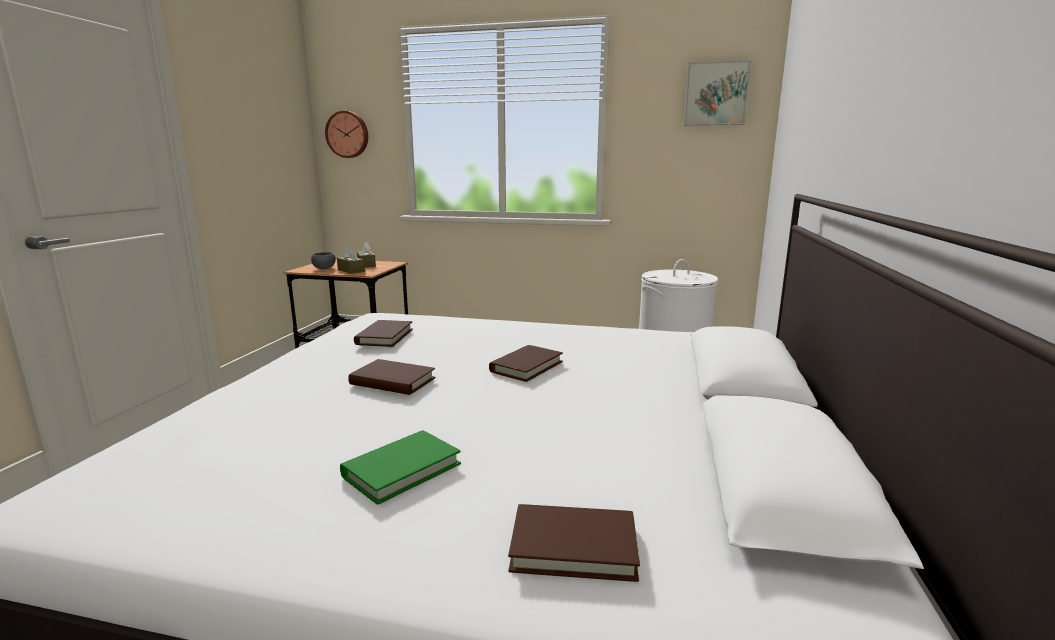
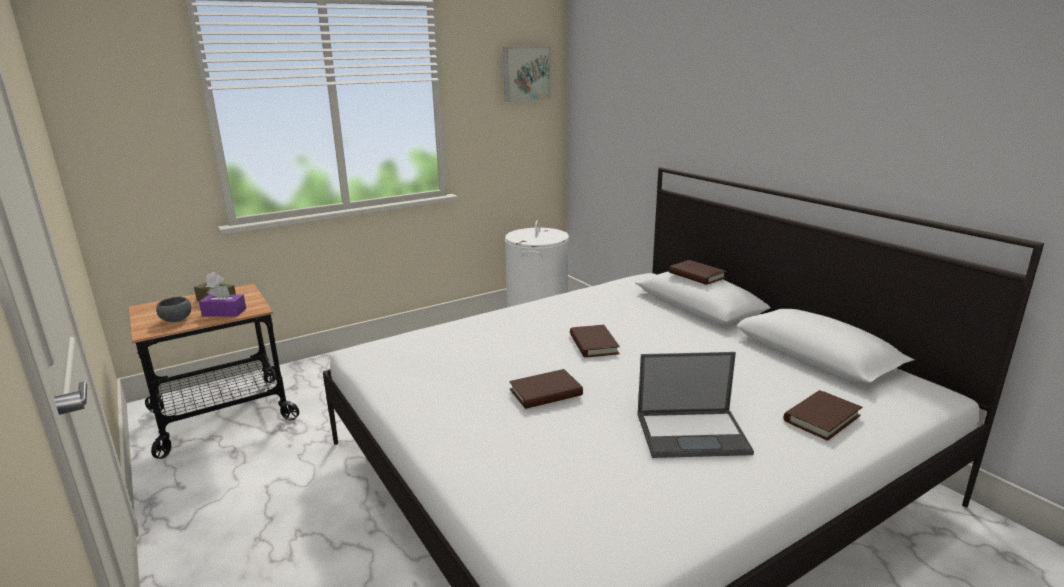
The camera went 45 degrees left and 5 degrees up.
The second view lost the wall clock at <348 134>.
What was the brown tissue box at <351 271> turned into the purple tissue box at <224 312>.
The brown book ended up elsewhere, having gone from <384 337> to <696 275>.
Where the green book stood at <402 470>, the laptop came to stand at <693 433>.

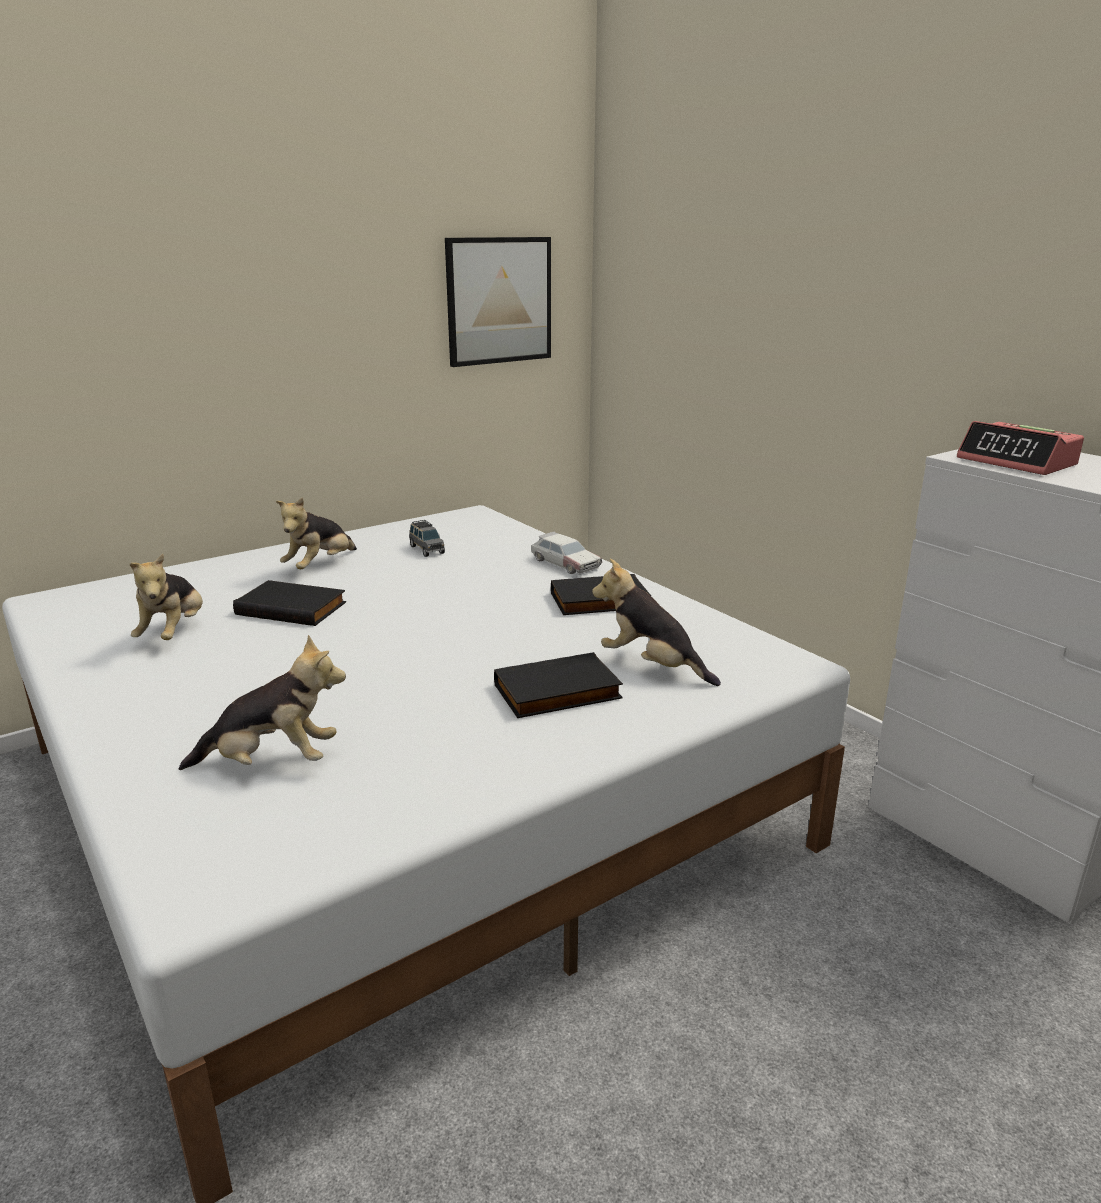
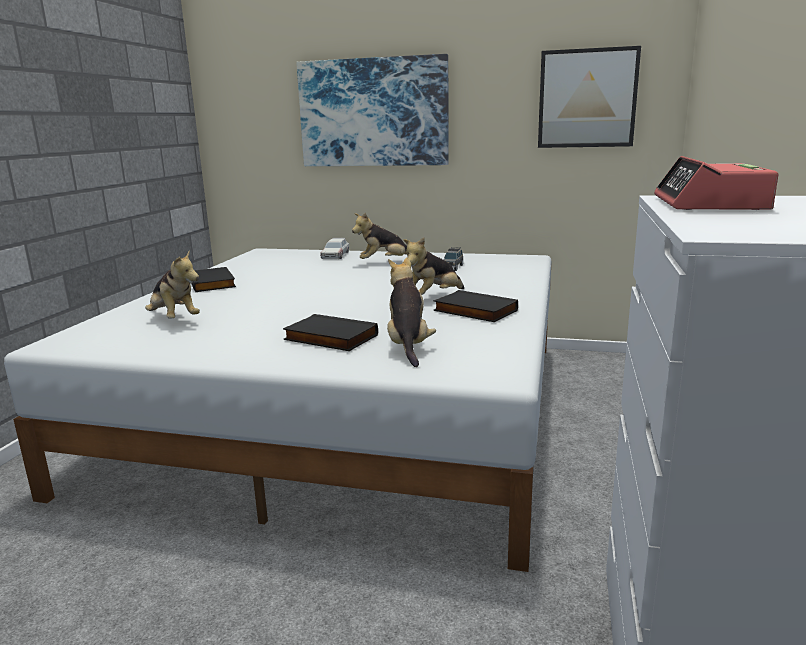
The camera went 50 degrees right and 5 degrees down.
The toy car ended up elsewhere, having gone from <564 563> to <335 255>.
The plush toy ended up elsewhere, having gone from <174 633> to <433 297>.
The black book ended up elsewhere, having gone from <293 608> to <213 283>.
The second view gained the picture at <373 113>.

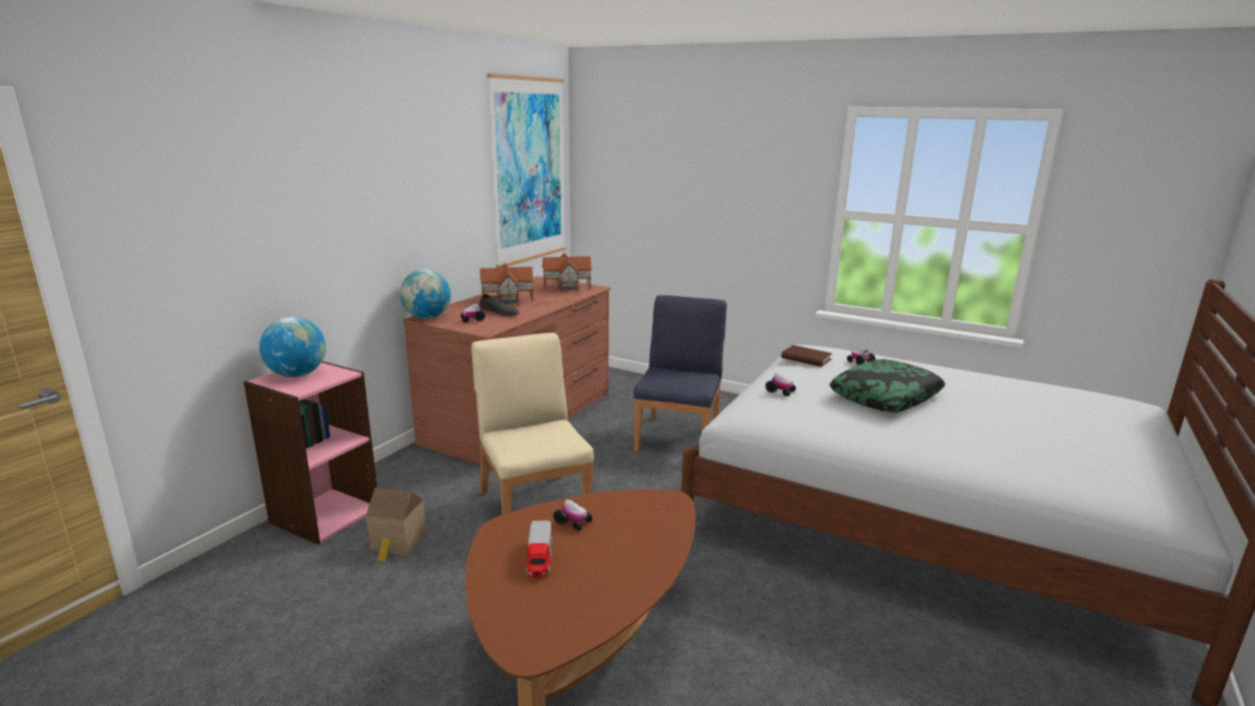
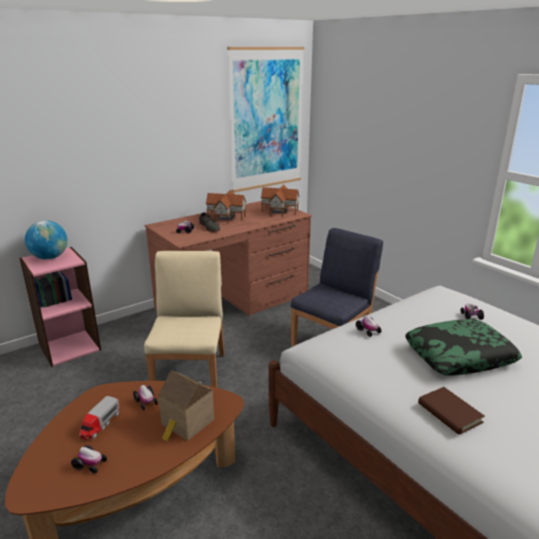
The camera went 25 degrees right and 5 degrees up.
The second view lost the globe at <427 317>.
The brown book ended up elsewhere, having gone from <806 359> to <449 413>.
The toy house ended up elsewhere, having gone from <398 543> to <186 423>.
The second view gained the toy car at <90 464>.

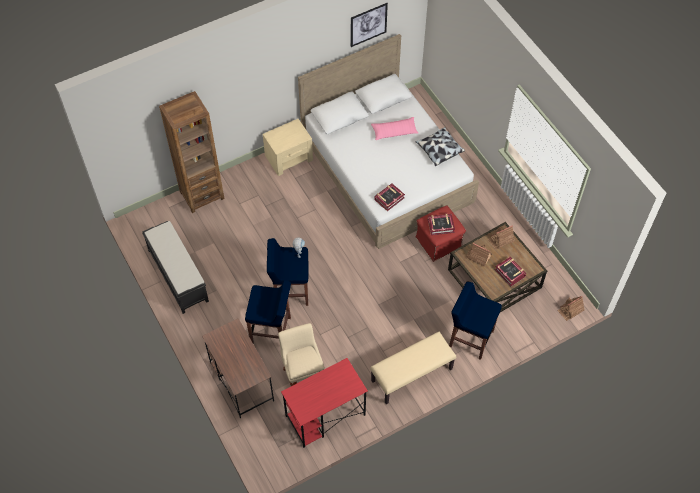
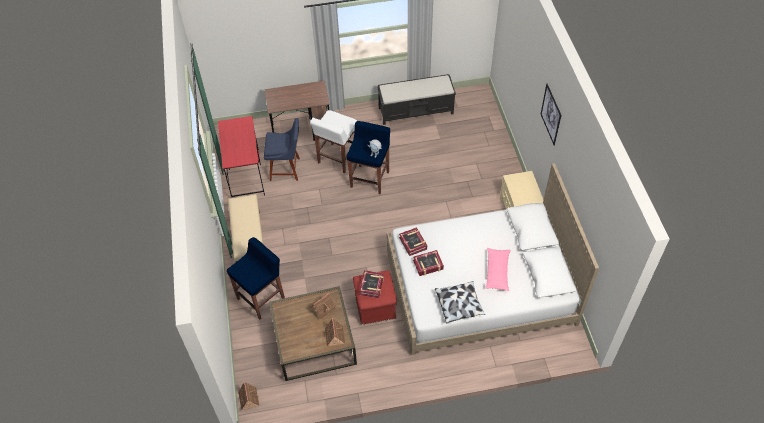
The camera went 110 degrees right and 5 degrees down.
The picture ended up elsewhere, having gone from <368 24> to <551 114>.
The second view lost the brown bookcase at <202 195>.
The book ended up elsewhere, having gone from <510 273> to <428 265>.
What was the blue stool at <272 330> turned into the white stool at <337 158>.
What was the beige chair at <303 376> turned into the blue chair at <287 169>.

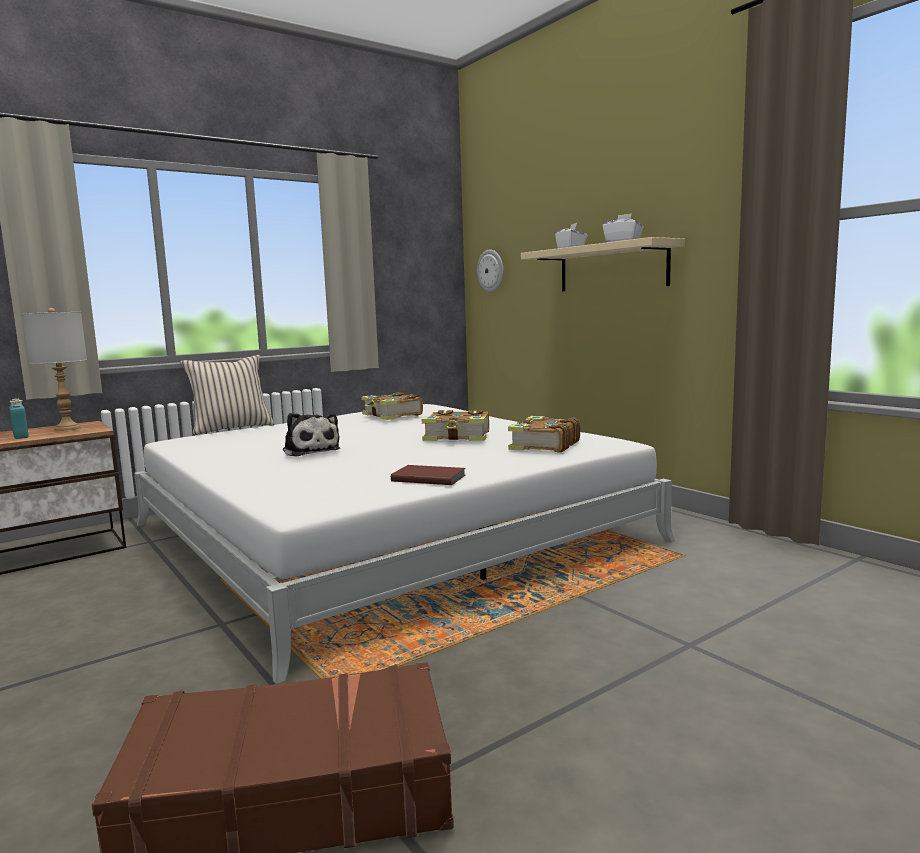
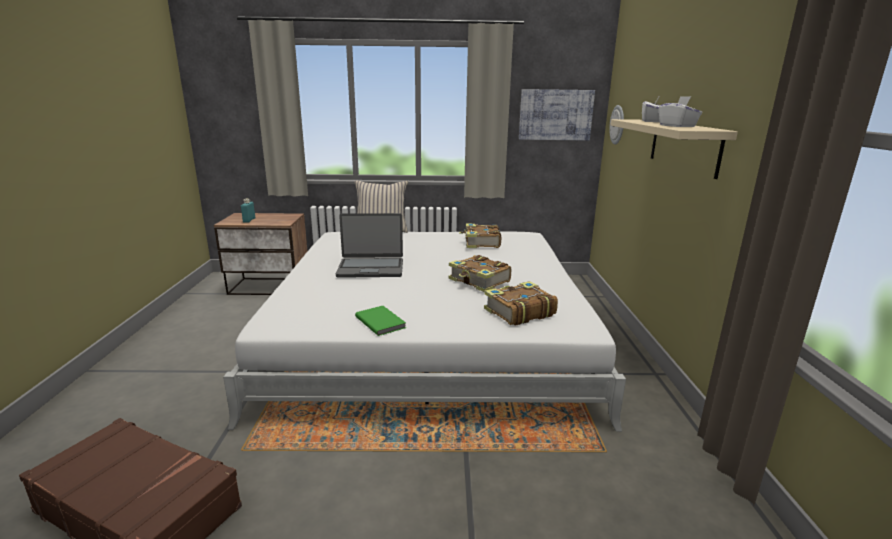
The camera went 35 degrees right and 10 degrees up.
The second view lost the grey table lamp at <67 428>.
Where the plush toy stood at <310 451>, the laptop came to stand at <371 268>.
What was the brown book at <428 478> turned into the green book at <381 322>.
The second view gained the picture at <555 115>.

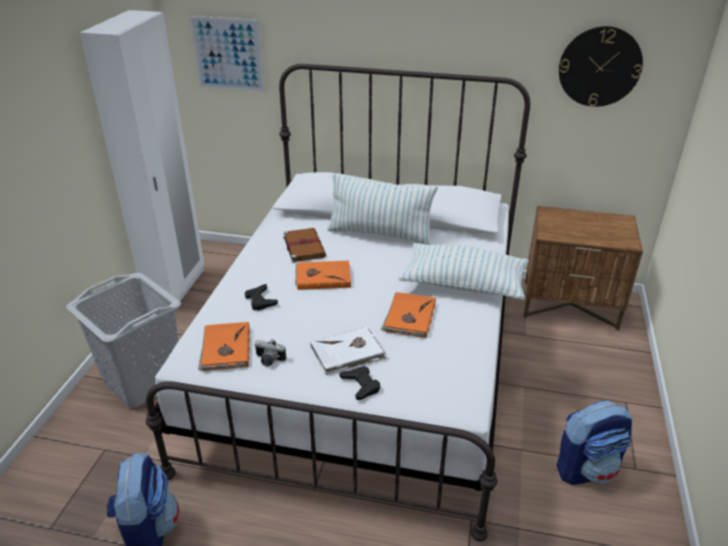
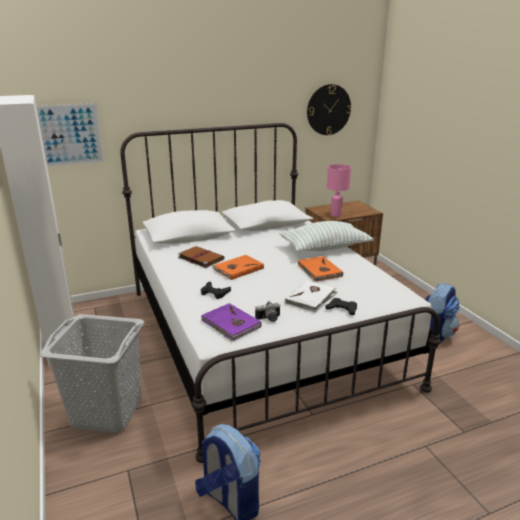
The camera went 35 degrees left and 10 degrees down.
The second view lost the pillow at <380 234>.
What was the orange book at <225 349> turned into the purple book at <230 324>.
The second view gained the pink table lamp at <335 215>.

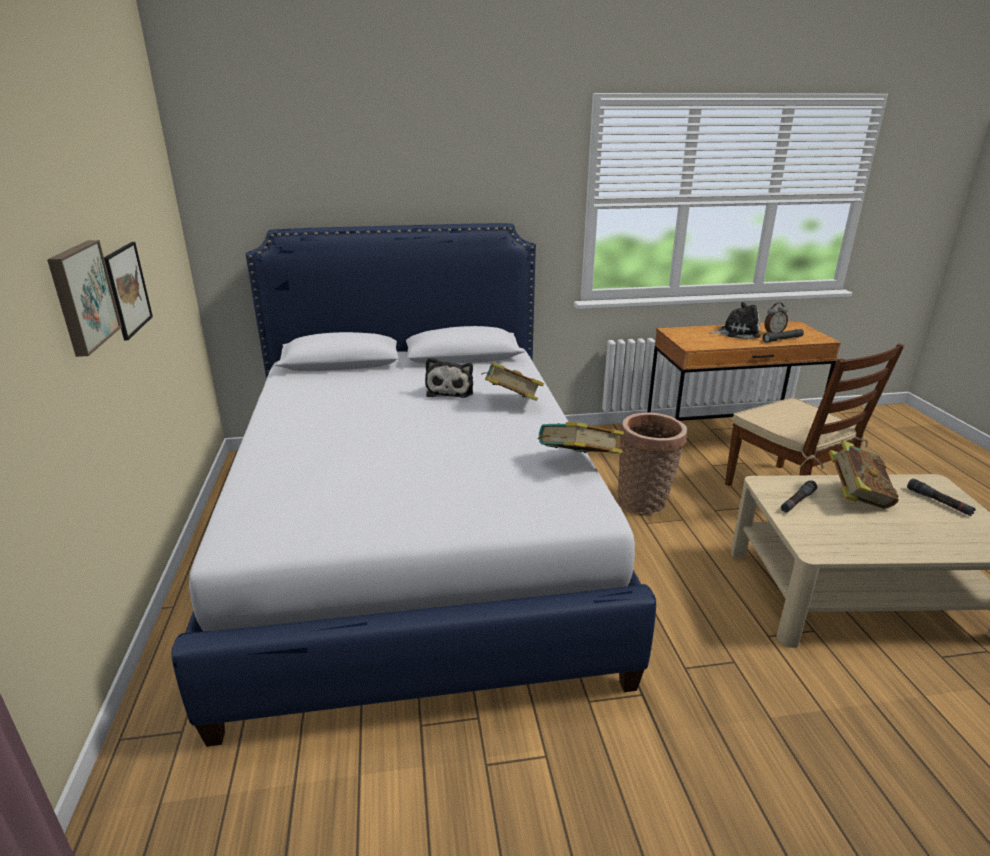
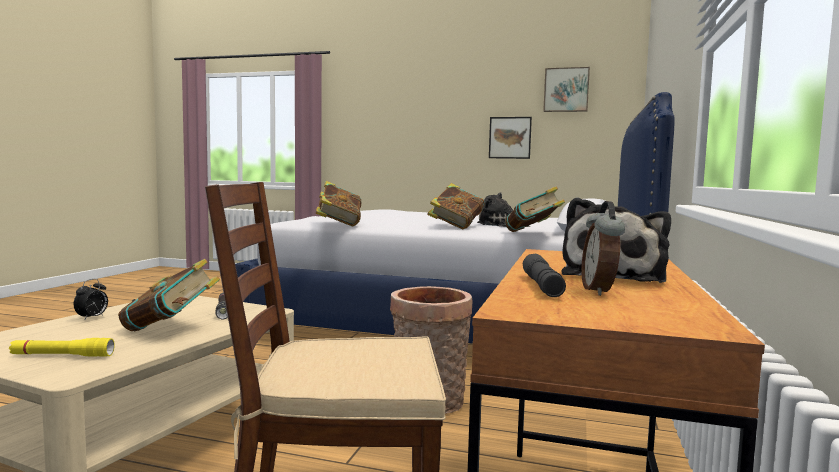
The camera went 115 degrees right and 20 degrees down.
The picture ended up elsewhere, having gone from <81 296> to <566 90>.
What was the black flashlight at <938 502> turned into the yellow flashlight at <62 356>.
The second view gained the book at <533 233>.
The second view gained the alarm clock at <92 318>.

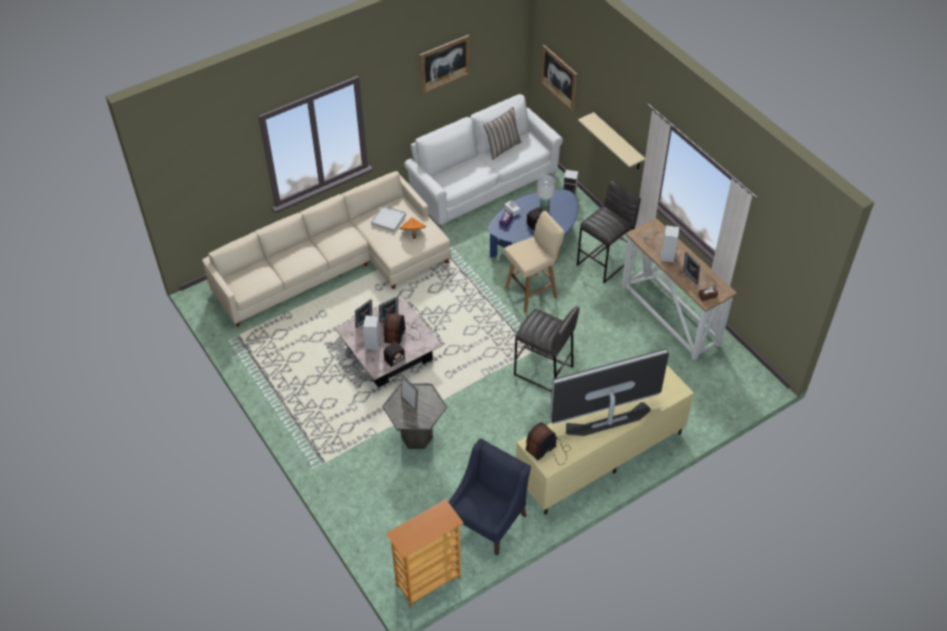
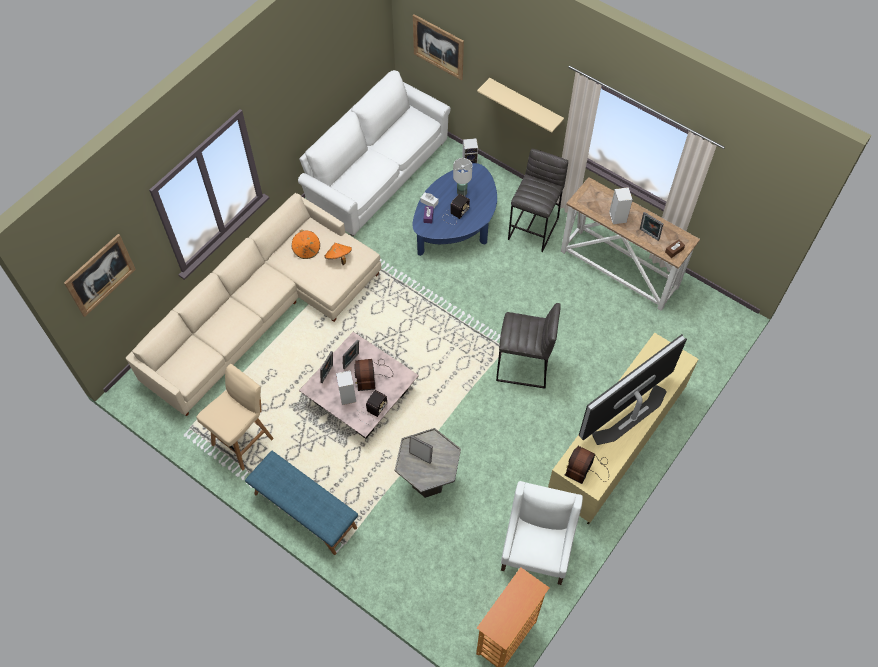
The camera went 20 degrees left and 10 degrees up.
The picture ended up elsewhere, having gone from <444 64> to <100 275>.
The second view lost the pillow at <502 147>.
Where the white tray stood at <388 220>, the orange hat came to stand at <307 249>.
The beige stool ended up elsewhere, having gone from <532 292> to <244 440>.
What was the blue armchair at <488 520> turned into the white armchair at <536 549>.
The second view gained the blue bench at <304 511>.

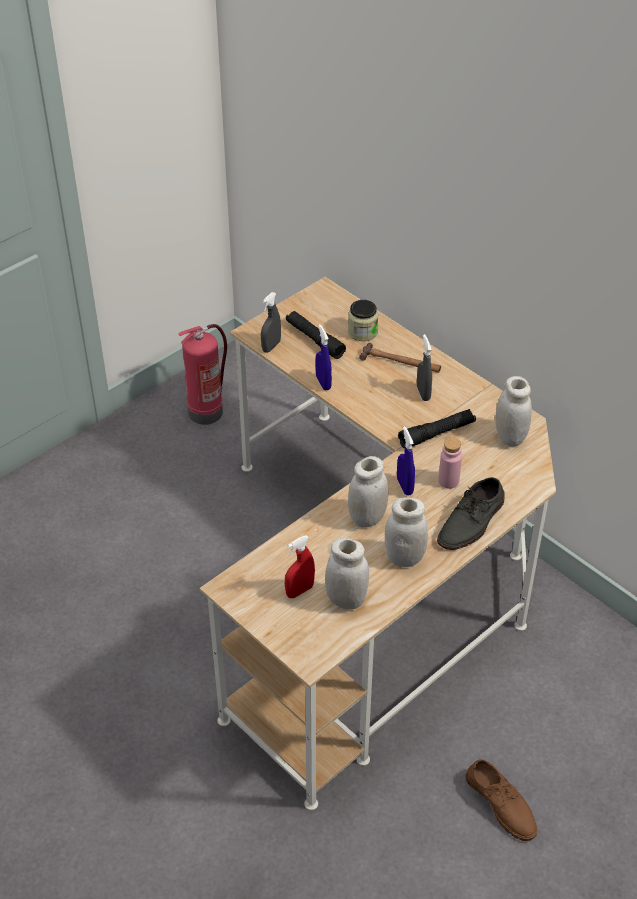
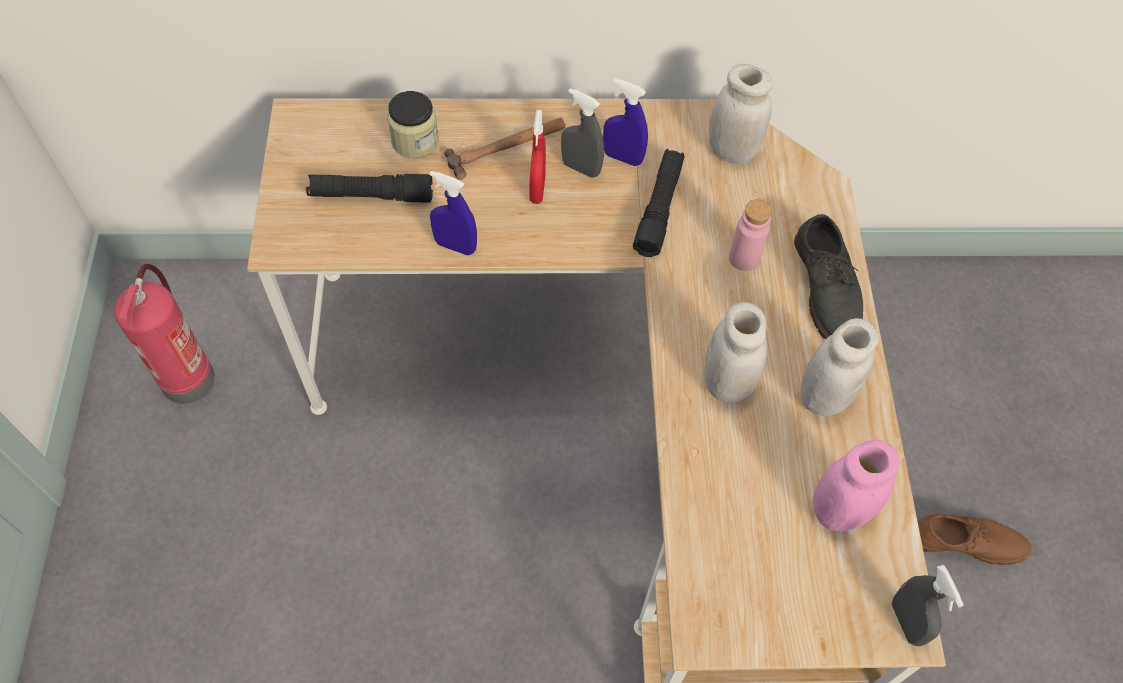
The camera went 50 degrees left and 15 degrees up.
The grey spray bottle ended up elsewhere, having gone from <271 346> to <906 622>.
The blue spray bottle ended up elsewhere, having gone from <404 486> to <622 157>.
The red spray bottle ended up elsewhere, having gone from <299 591> to <537 189>.
What was the white jar at <346 599> turned into the pink jar at <839 511>.

